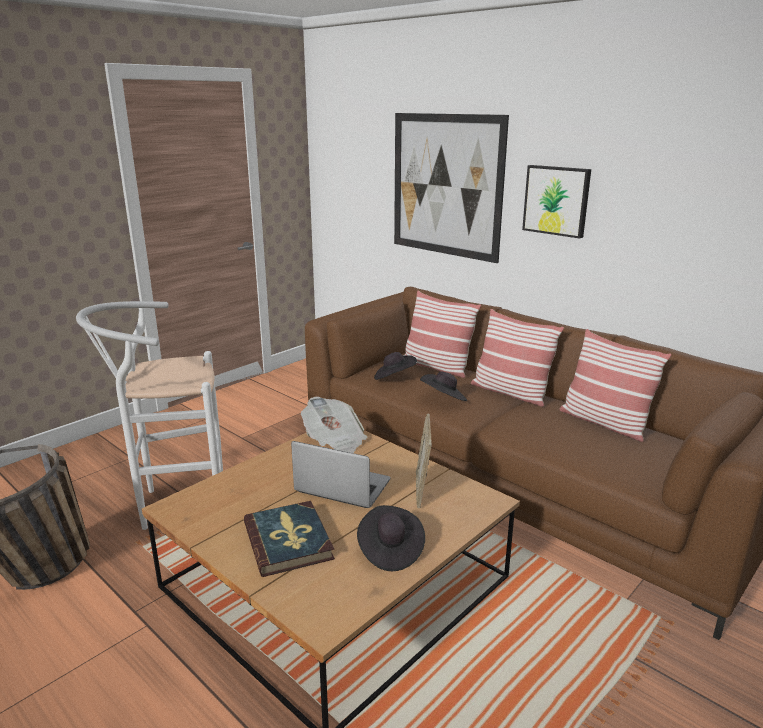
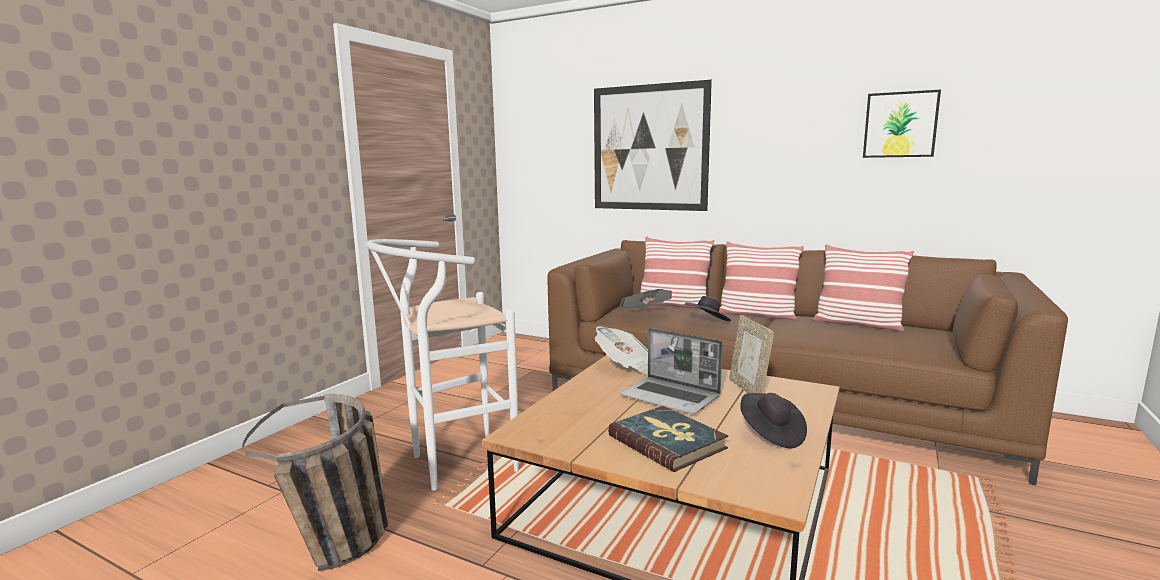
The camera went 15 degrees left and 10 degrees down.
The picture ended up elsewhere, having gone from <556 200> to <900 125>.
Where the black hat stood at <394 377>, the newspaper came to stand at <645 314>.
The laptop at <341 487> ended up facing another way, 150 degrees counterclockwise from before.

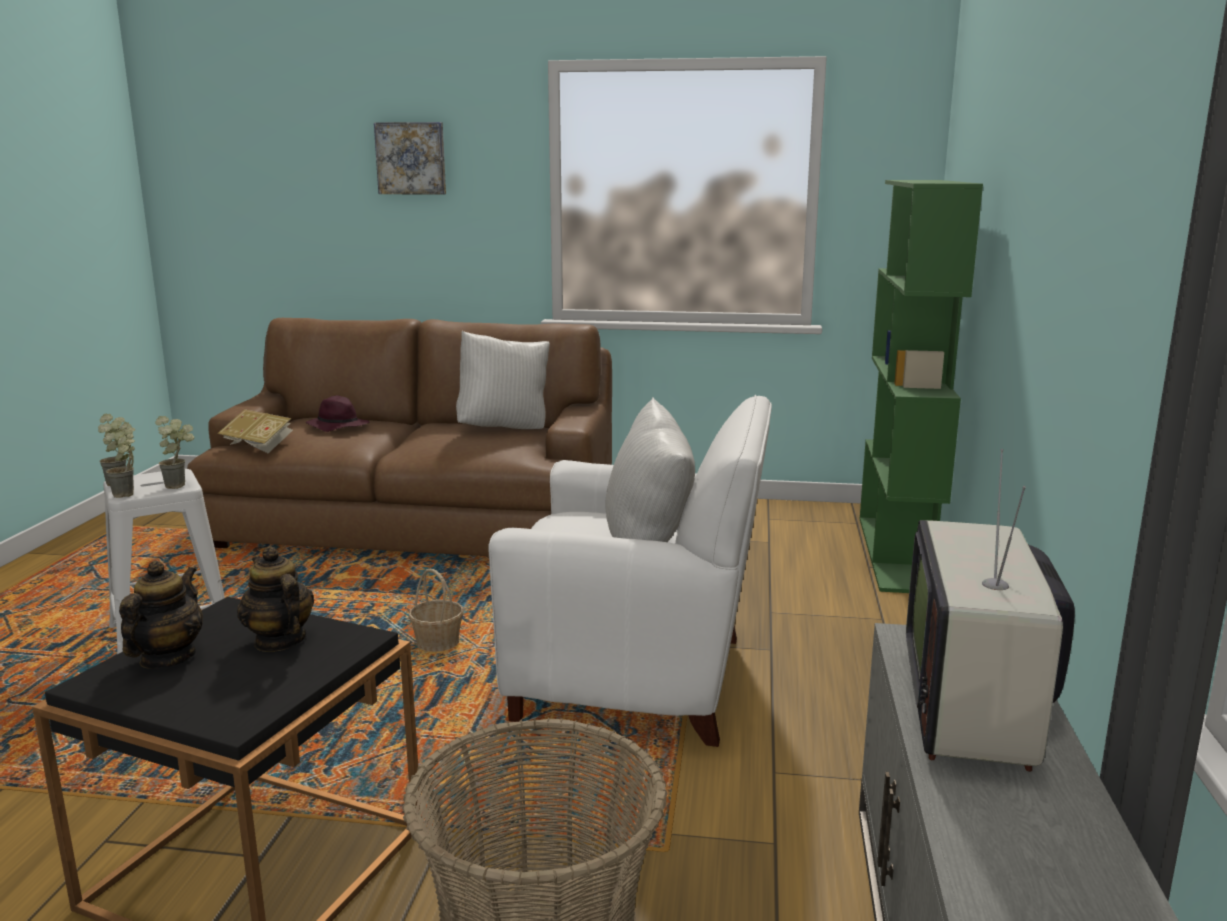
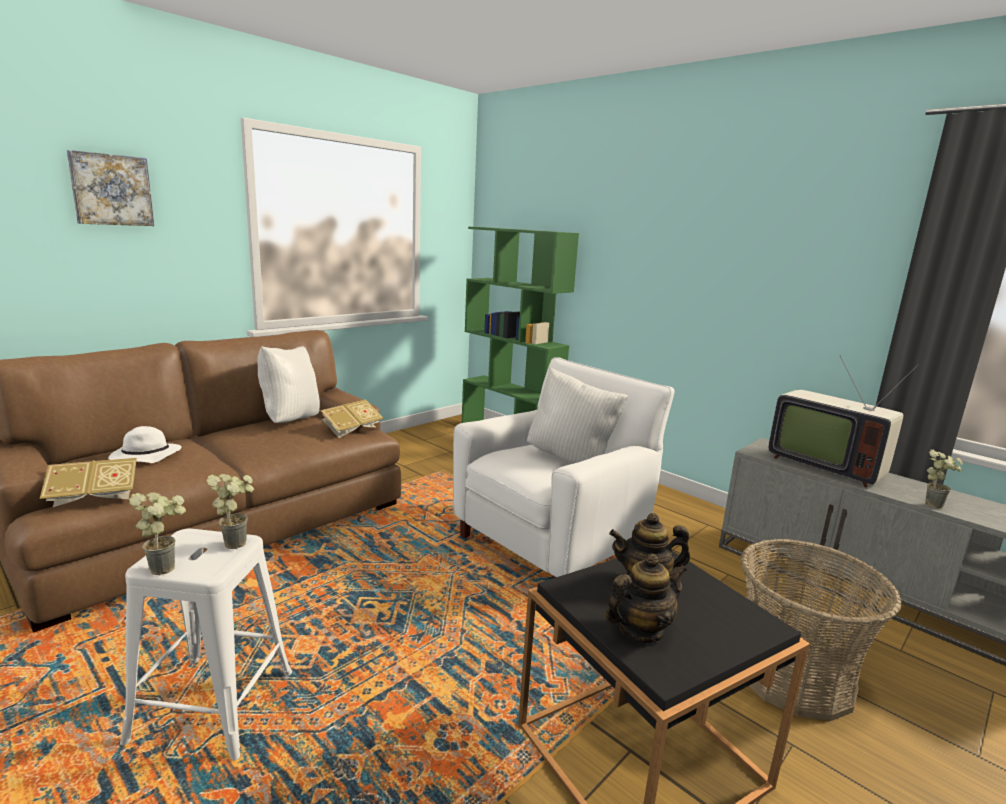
The camera went 55 degrees left and 0 degrees up.
What was the purple hat at <337 427> turned into the white hat at <145 457>.
The potted plant ended up elsewhere, having gone from <128 496> to <934 504>.
The teapot at <167 658> ended up facing another way, 105 degrees clockwise from before.
The second view lost the basket at <438 643>.
The second view gained the book at <351 430>.

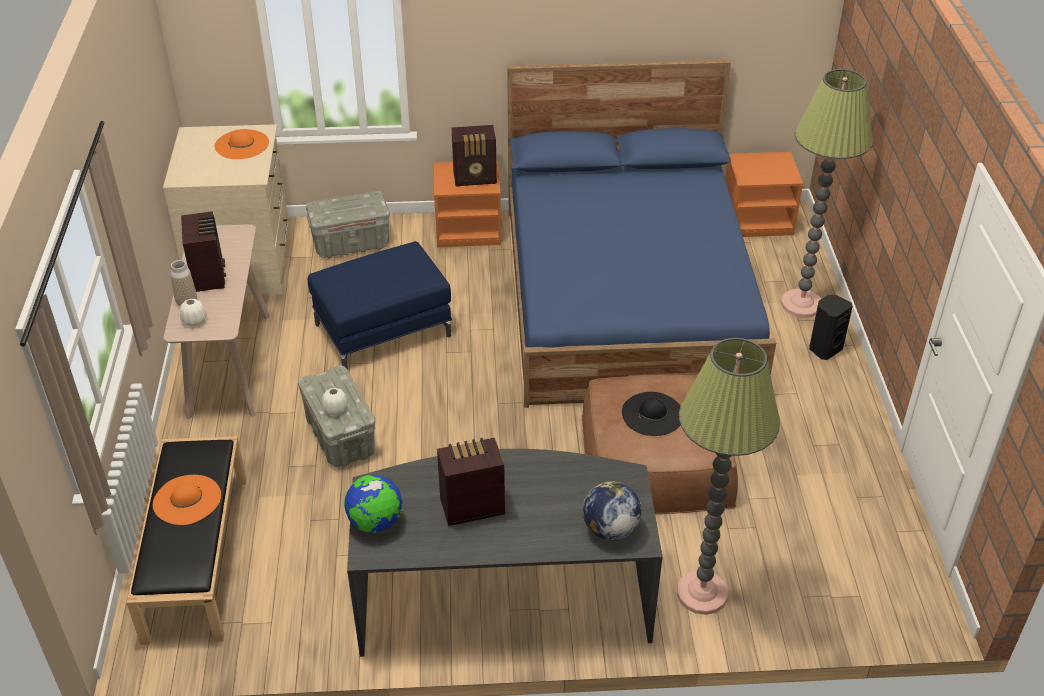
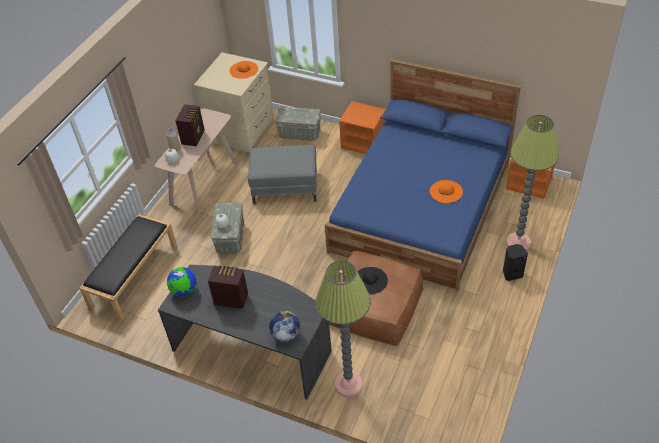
The camera went 30 degrees right and 5 degrees up.
The second view lost the radio at <476 178>.
What was the blue ottoman at <383 329> turned into the grey ottoman at <285 187>.
The orange hat ended up elsewhere, having gone from <187 499> to <446 191>.

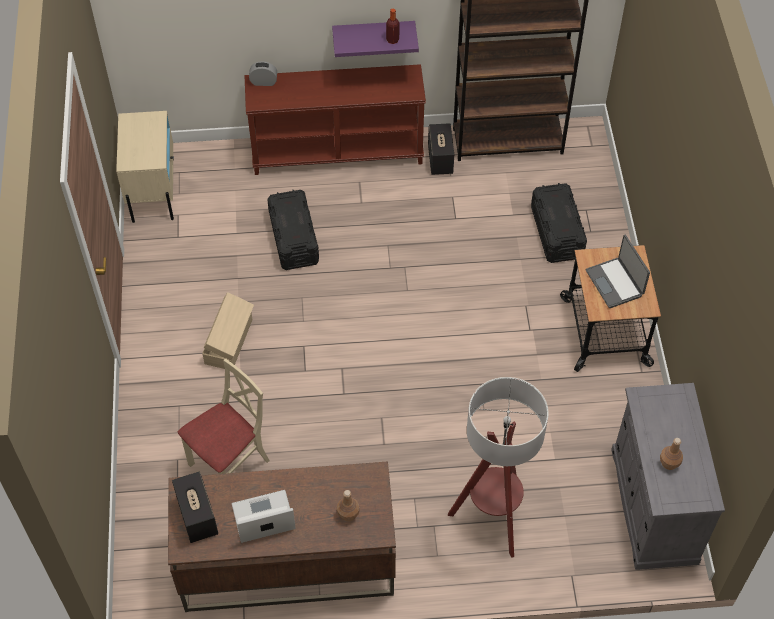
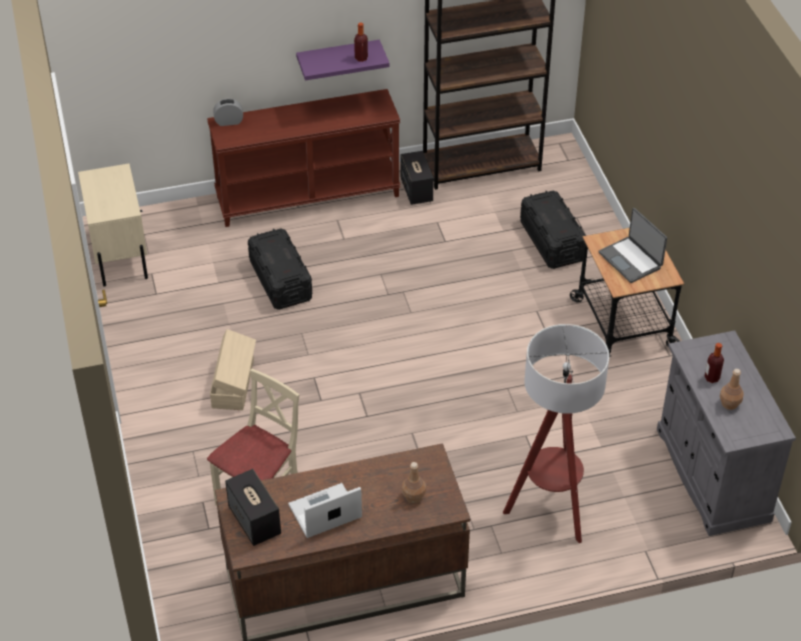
The camera went 10 degrees left and 10 degrees down.
The second view gained the bottle at <712 378>.

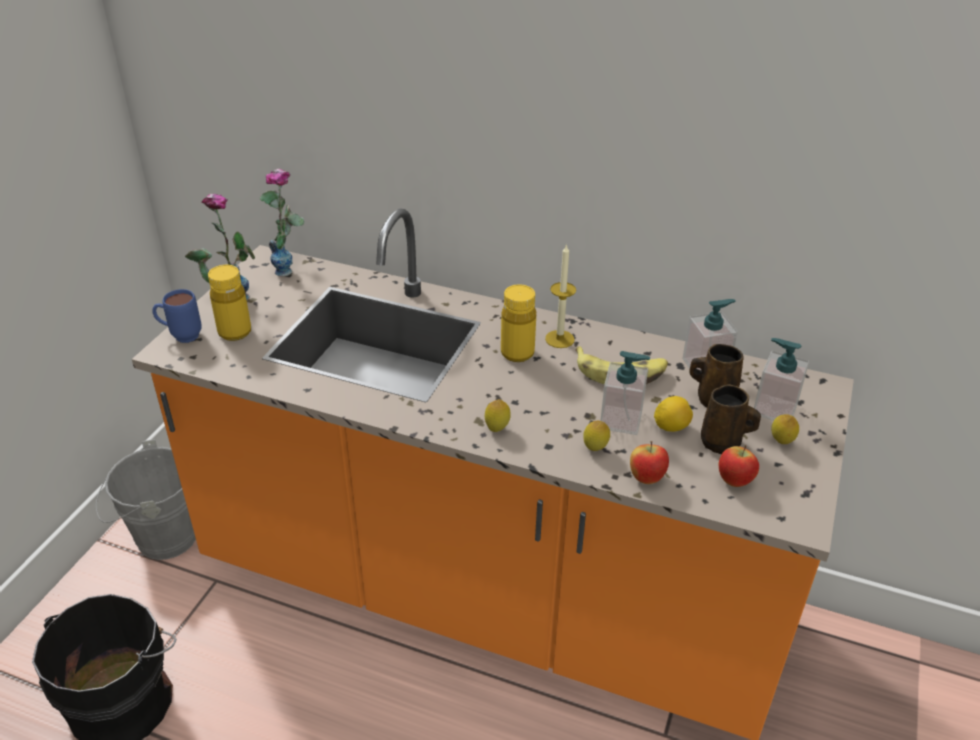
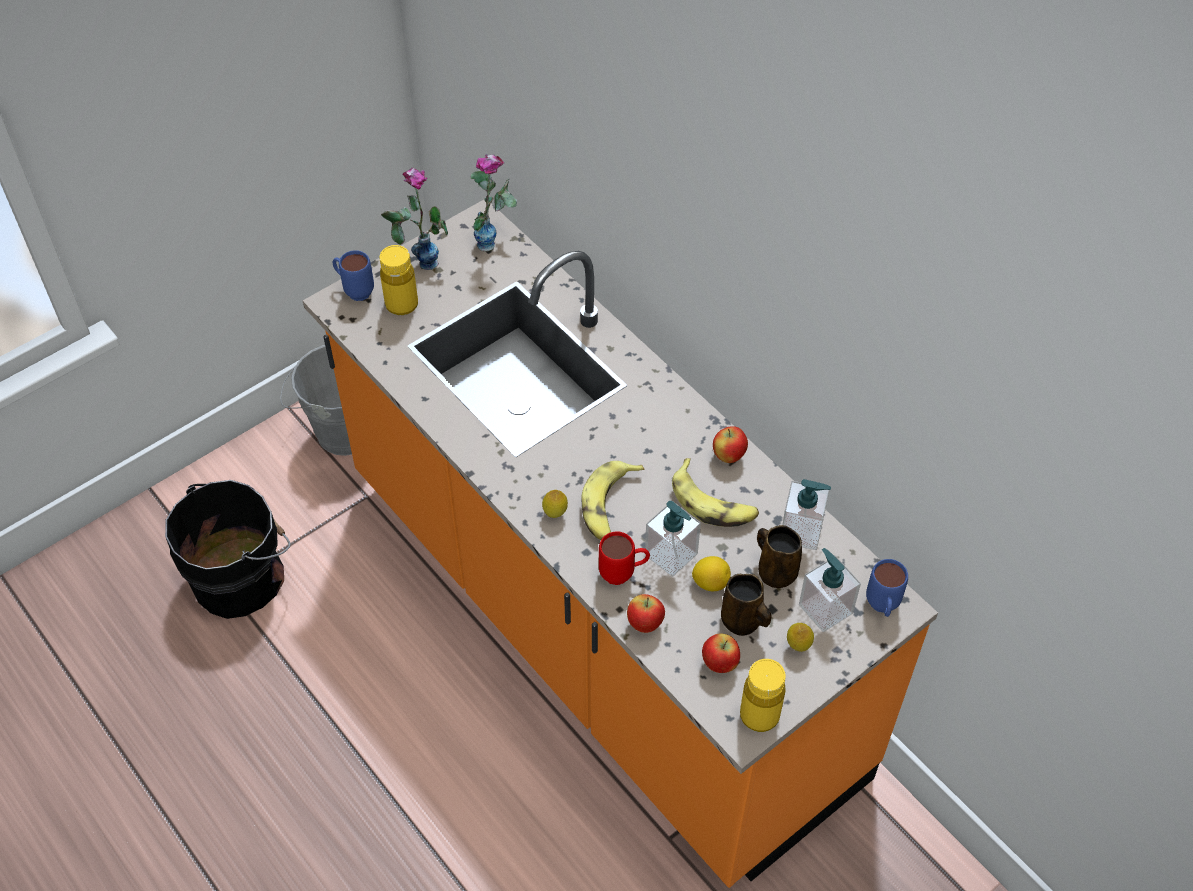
The camera went 30 degrees right and 15 degrees up.
The second view lost the candle at <559 339>.
The yellow bottle ended up elsewhere, having gone from <517 353> to <759 715>.
Where the lemon stood at <595 449>, the red mug came to stand at <623 574>.
The second view gained the apple at <728 456>.
The second view gained the banana at <609 506>.
The second view gained the blue mug at <882 608>.

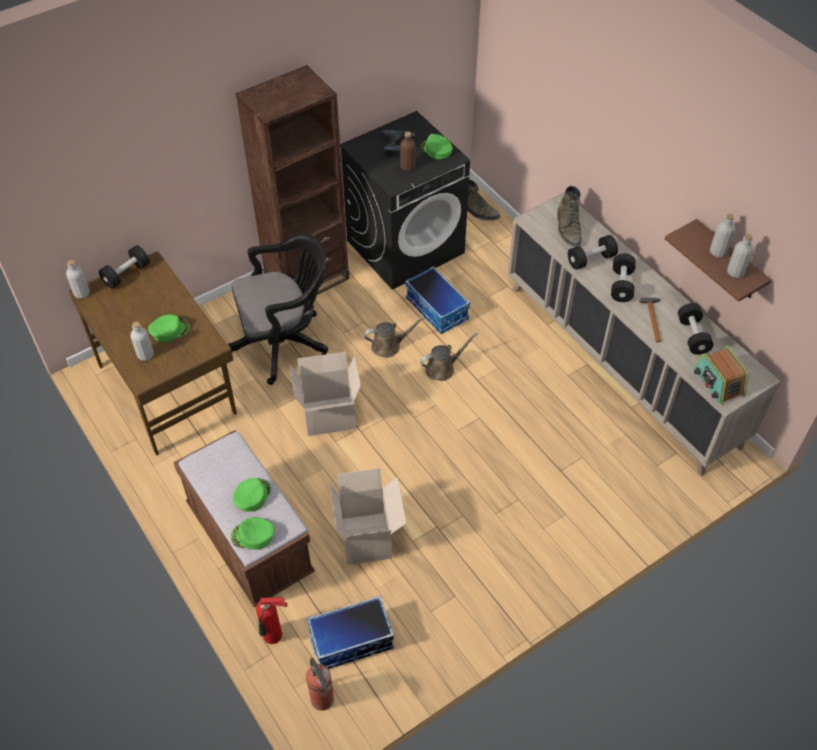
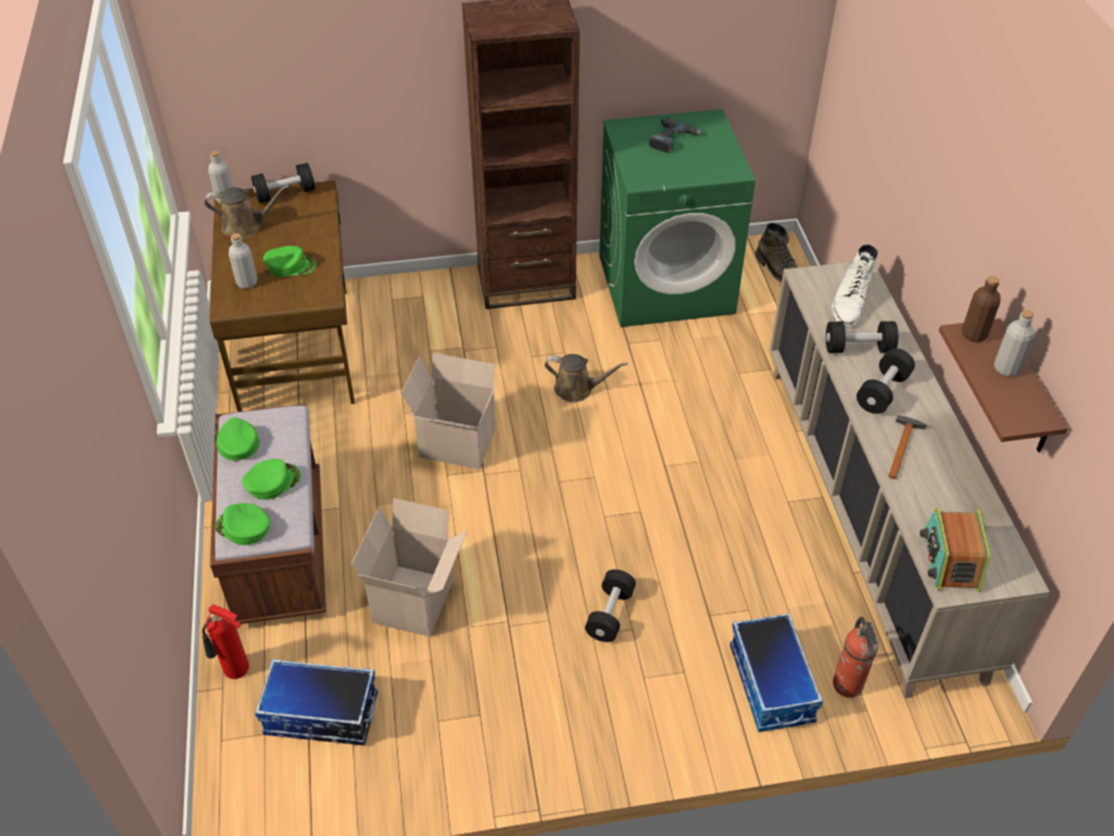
The camera went 25 degrees right and 5 degrees down.
What was the black washing machine at <405 246> turned into the green washing machine at <666 284>.
The brown bottle ended up elsewhere, having gone from <407 167> to <974 334>.
The green cap ended up elsewhere, having gone from <436 149> to <238 442>.
What was the green boot at <568 228> turned into the white boot at <850 302>.
The second view lost the black office chair at <285 343>.
The second view lost the grey bottle at <735 272>.
The storage box ended up elsewhere, having gone from <437 309> to <772 684>.
The black dumbbell ended up elsewhere, having gone from <692 336> to <610 614>.
The brown watering can ended up elsewhere, having gone from <442 368> to <246 226>.
The fire extinguisher ended up elsewhere, having gone from <323 700> to <848 686>.

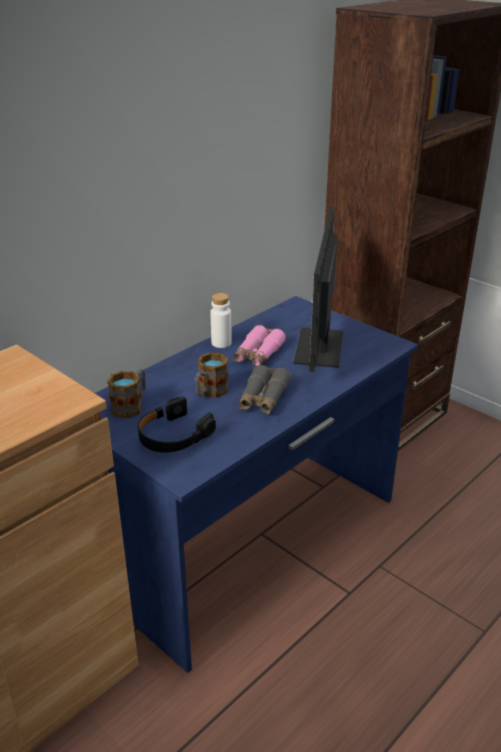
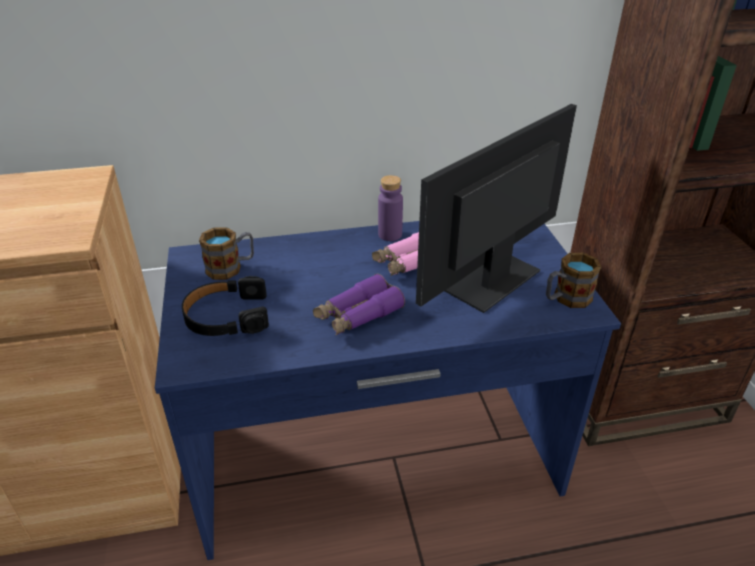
The camera went 35 degrees right and 5 degrees up.
What was the white bottle at <221 343> turned into the purple bottle at <390 234>.
The mug ended up elsewhere, having gone from <209 392> to <566 299>.
What was the grey binoculars at <263 398> turned into the purple binoculars at <358 314>.

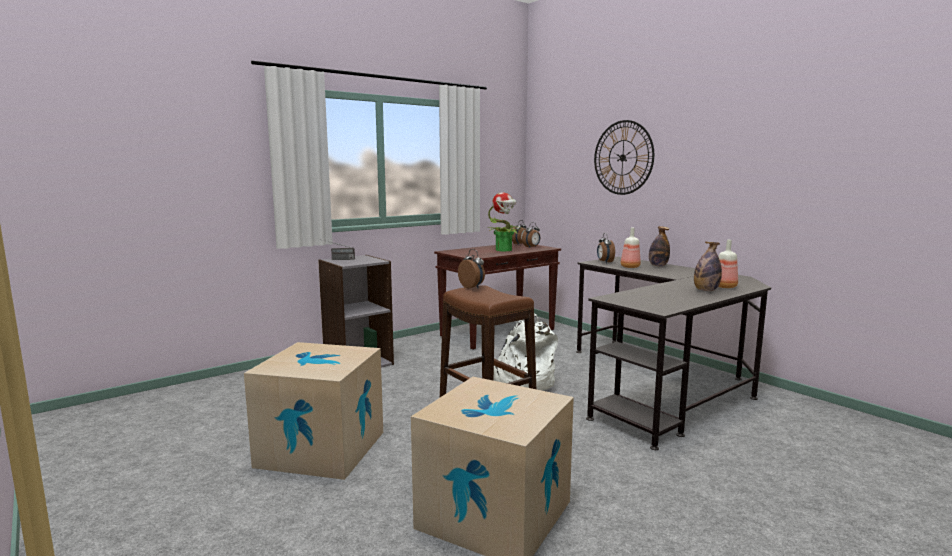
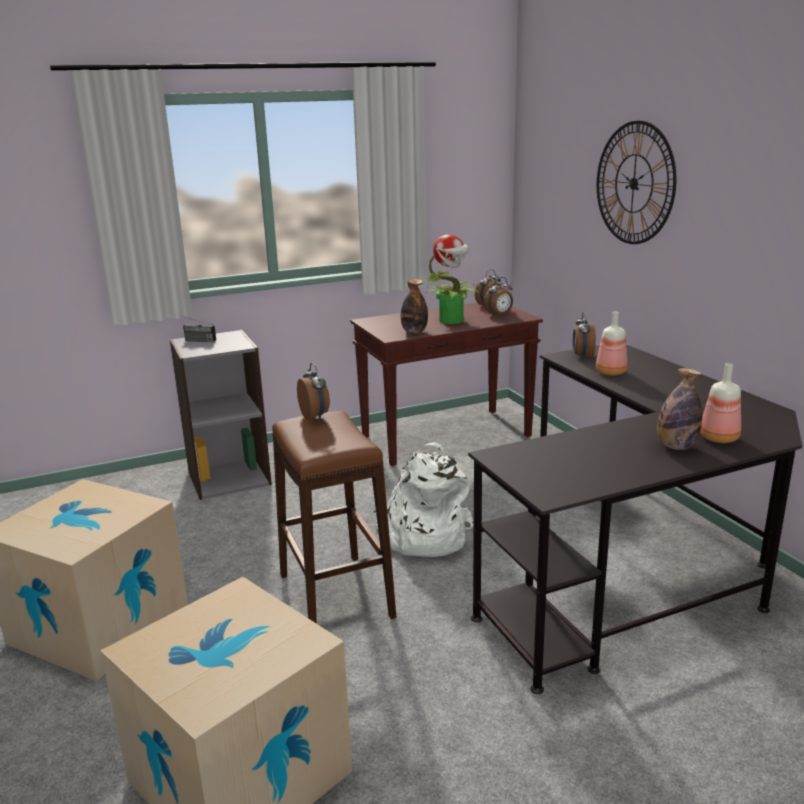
The camera went 15 degrees right and 10 degrees up.
The bottle ended up elsewhere, having gone from <658 266> to <414 332>.

